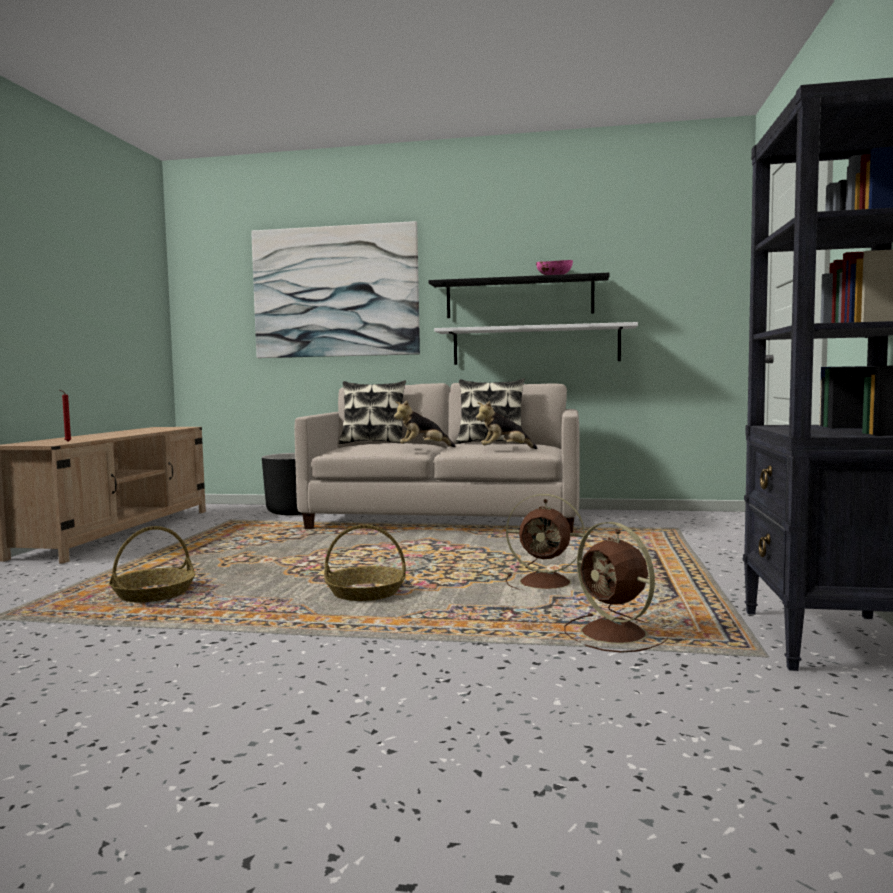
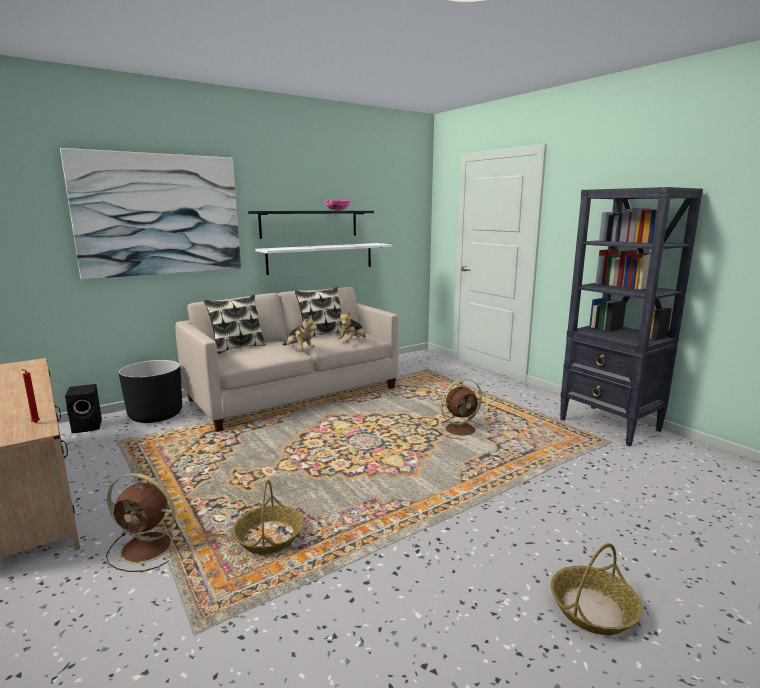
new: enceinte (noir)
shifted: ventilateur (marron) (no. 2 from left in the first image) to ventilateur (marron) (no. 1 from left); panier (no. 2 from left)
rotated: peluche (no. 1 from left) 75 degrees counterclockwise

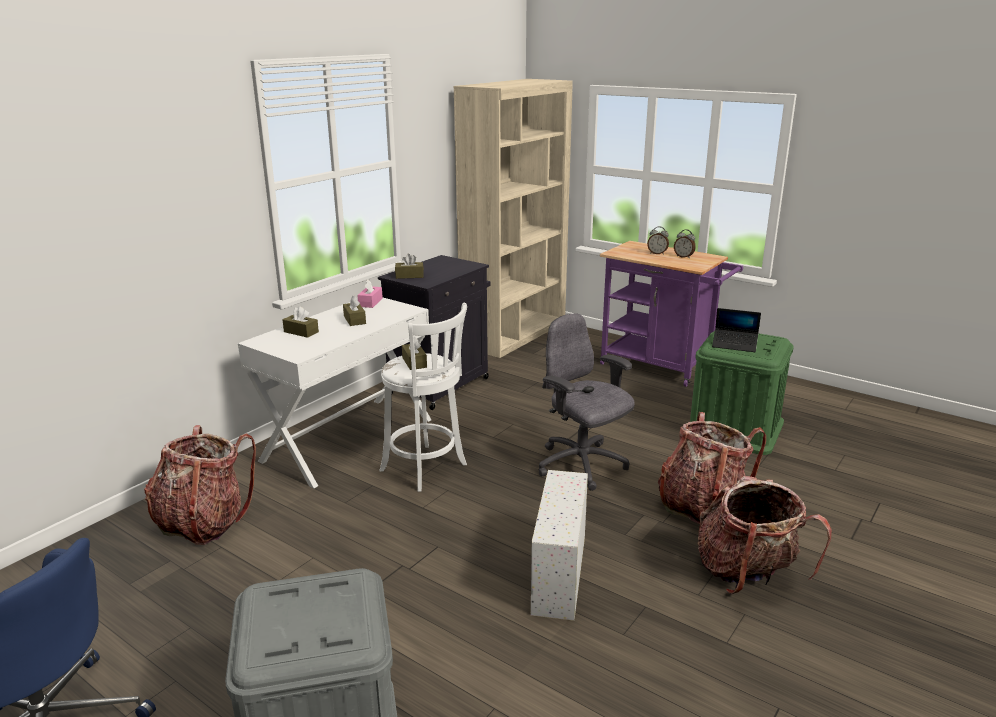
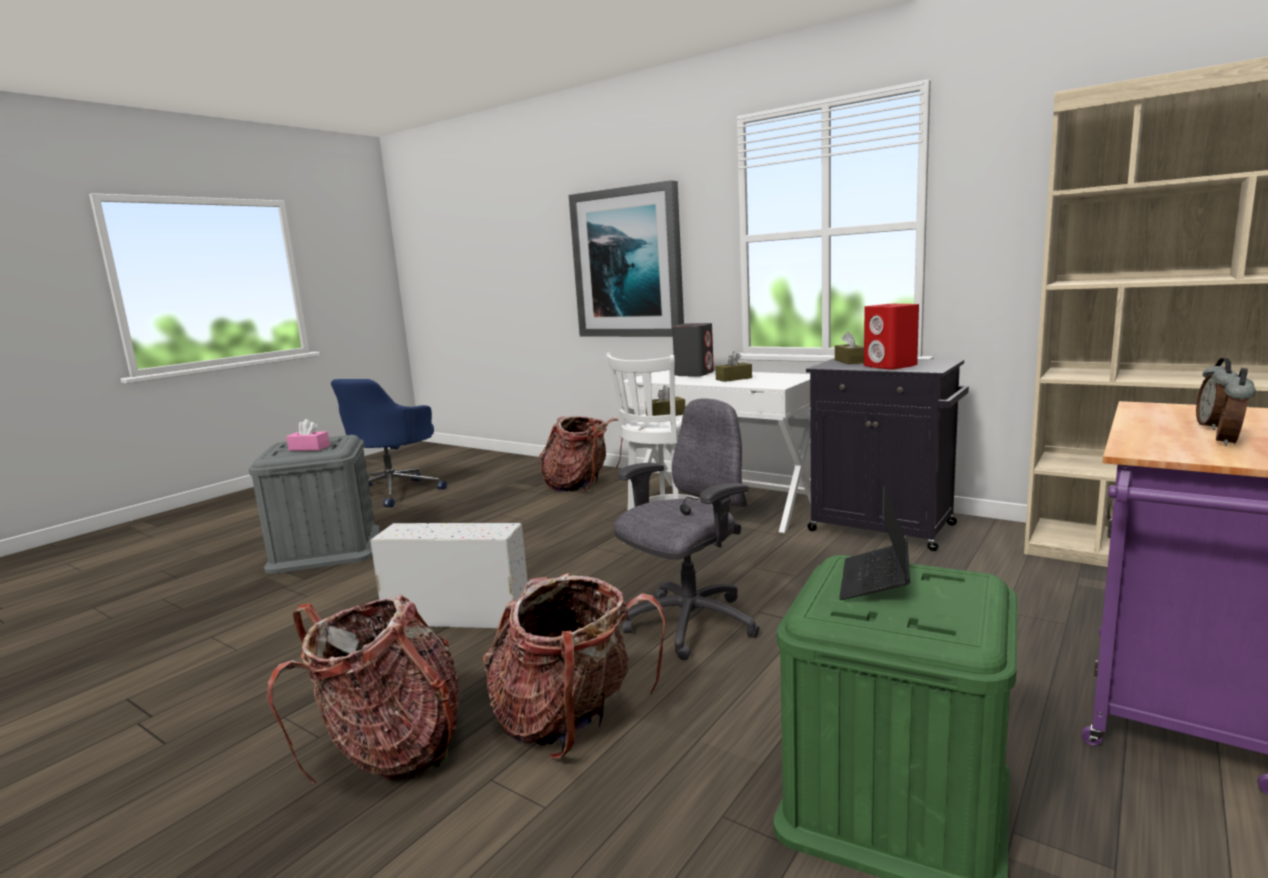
new: tableau; enceinte (rouge)
shifted: boîte à mouchoirs (rose)
swapped: boîte à mouchoirs (marron) (no. 1 from left) to enceinte (gris)

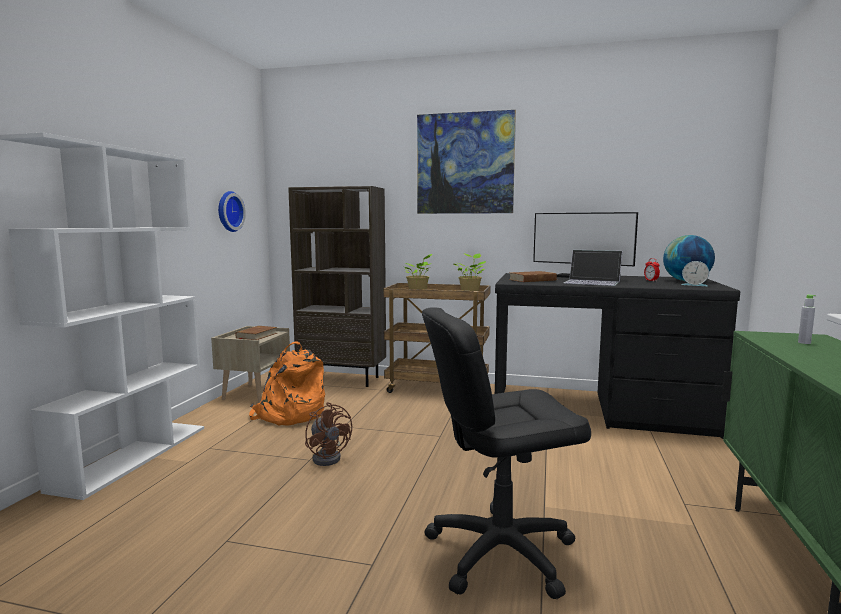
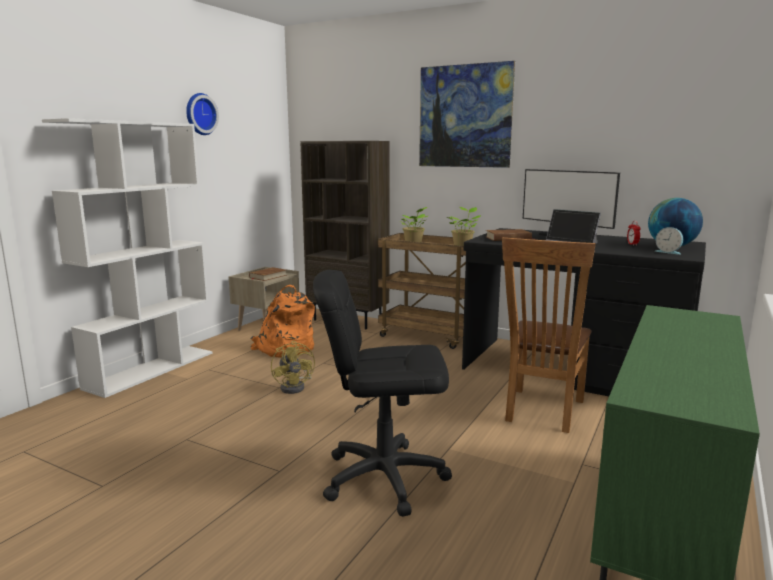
gone: bouteille (gris)
new: chaise (marron)
shifted: horloge murale
repainted: ventilateur (marron) to ventilateur (jaune)

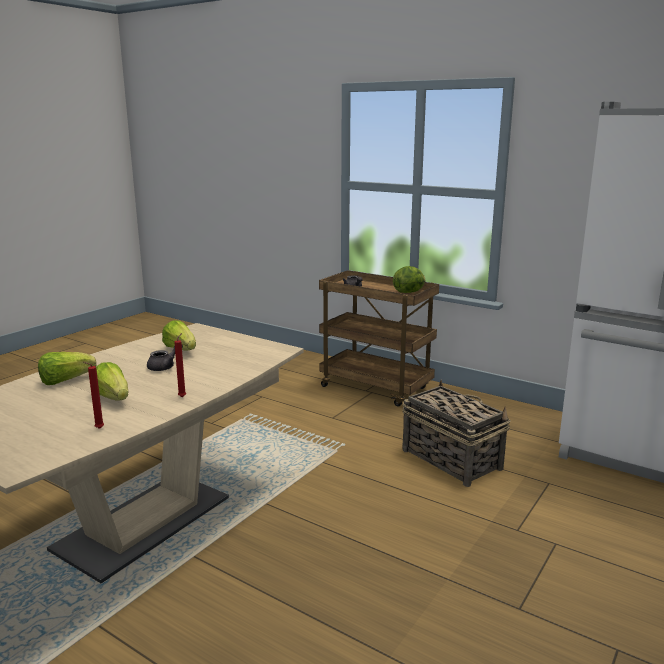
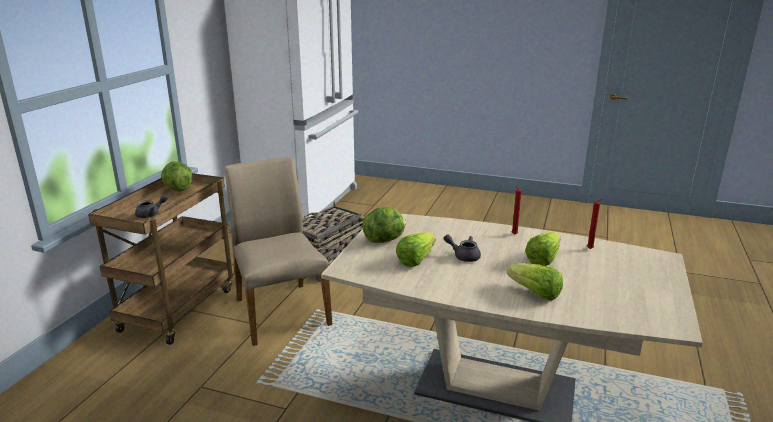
new: chaise (beige); laitue (no. 2 from left)

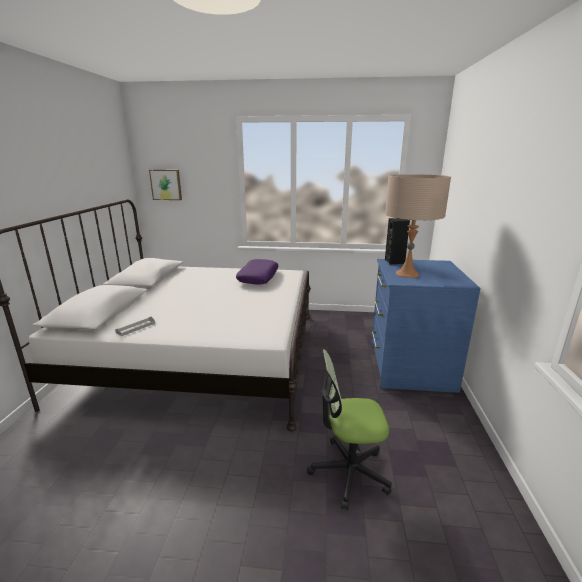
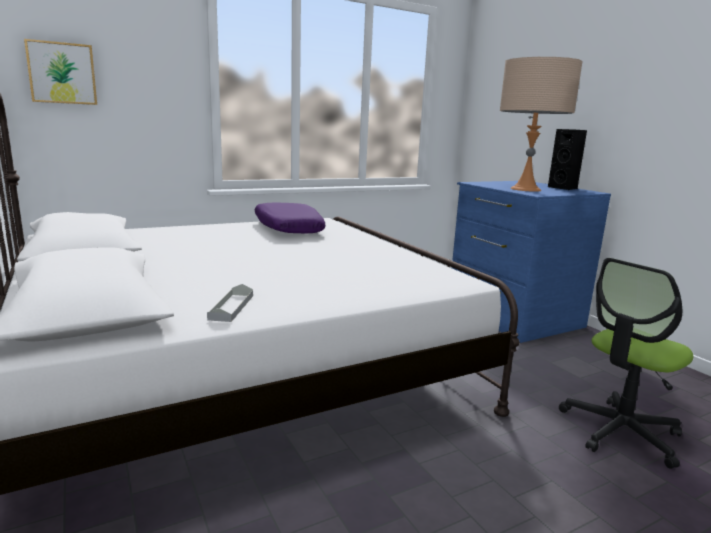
shifted: enceinte (noir)

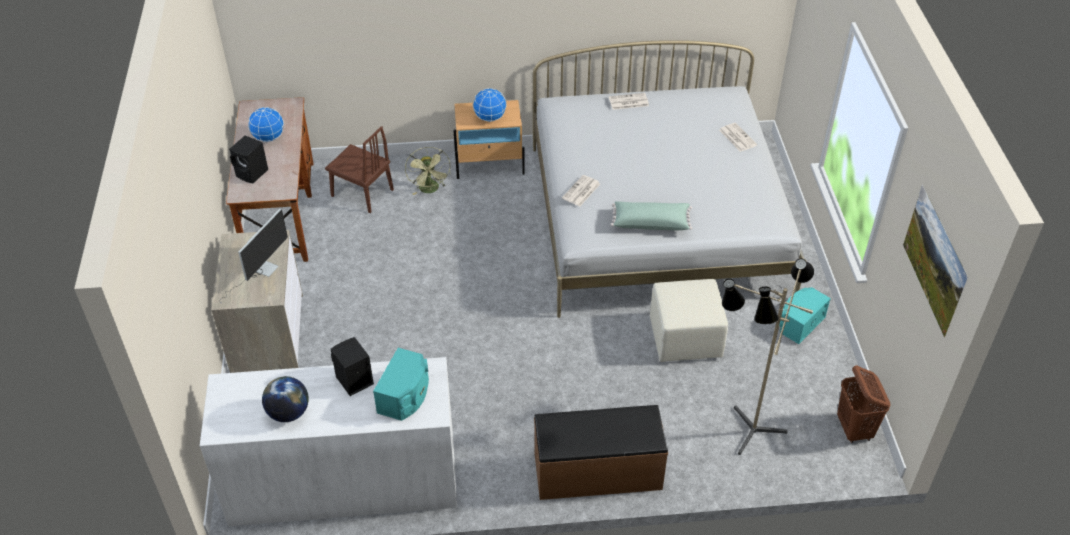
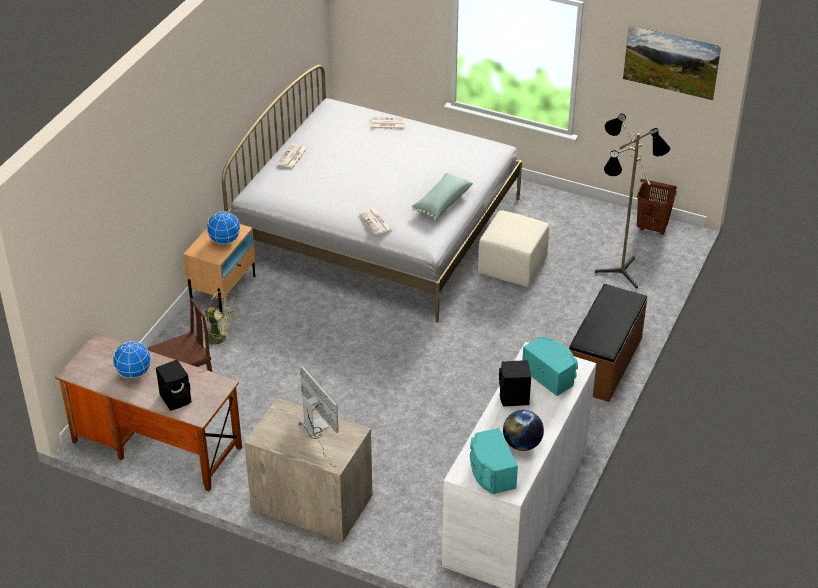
shifted: enceinte (turquoise) (no. 2 from left in the first image) to enceinte (turquoise) (no. 1 from left)

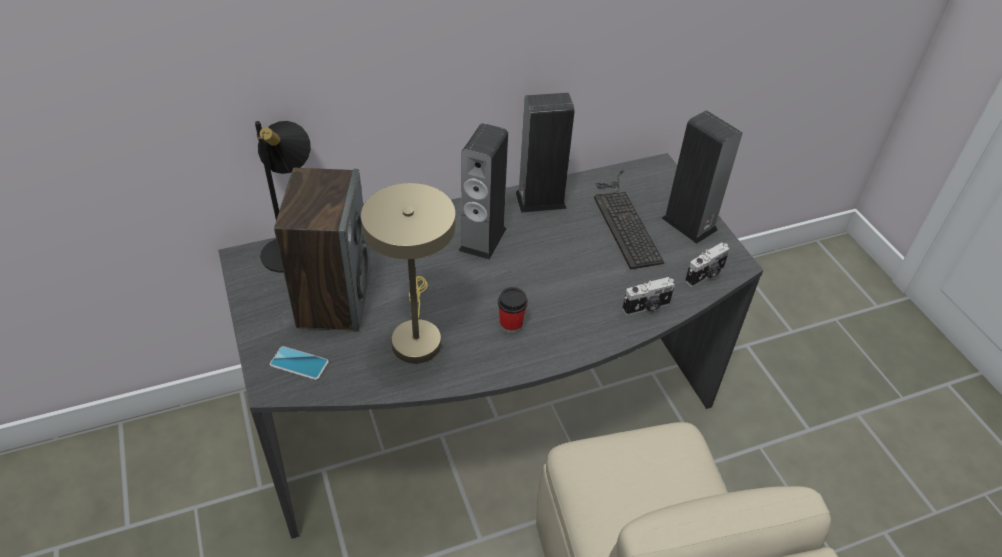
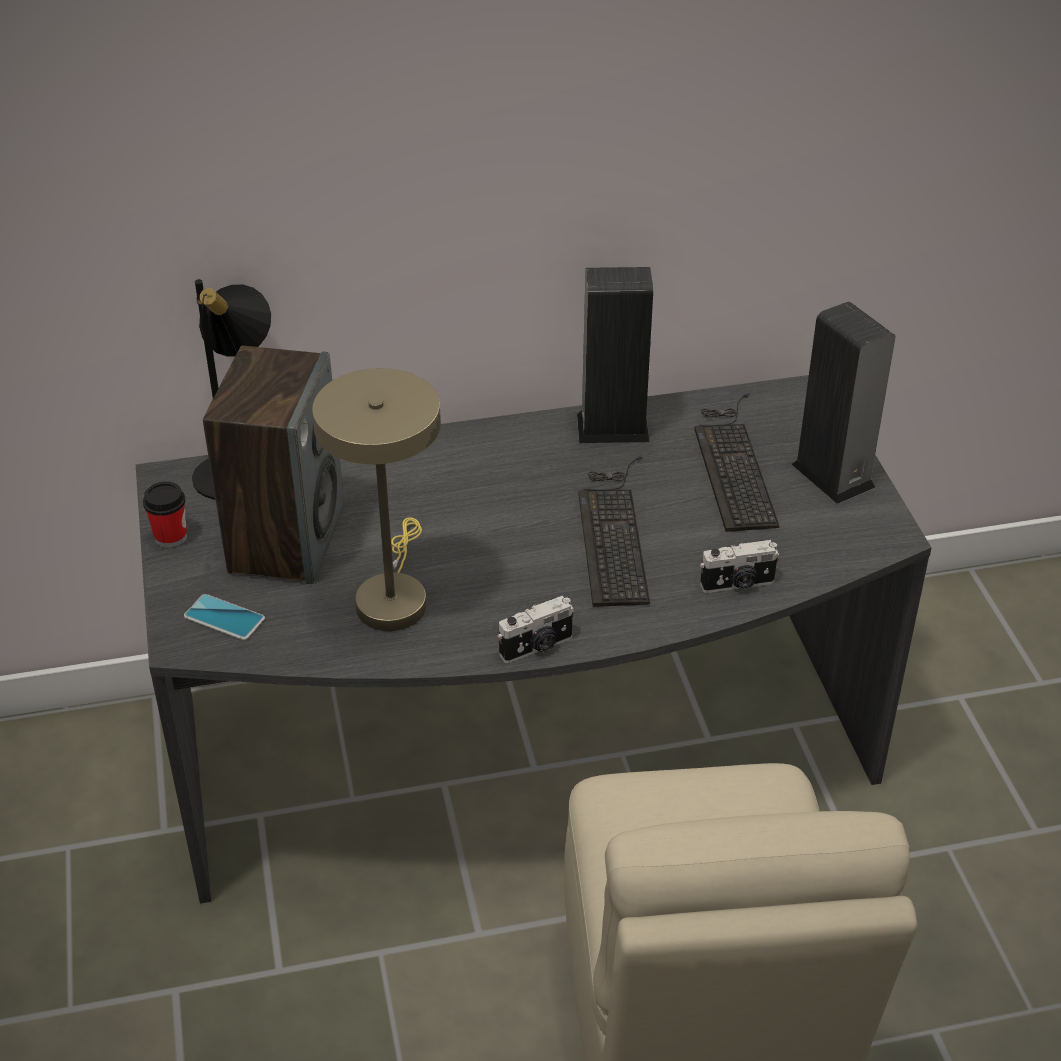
gone: enceinte (no. 2 from left)
new: clavier (no. 1 from left)
shifted: appareil photo (no. 2 from left in the first image) to appareil photo (no. 1 from left); tasse

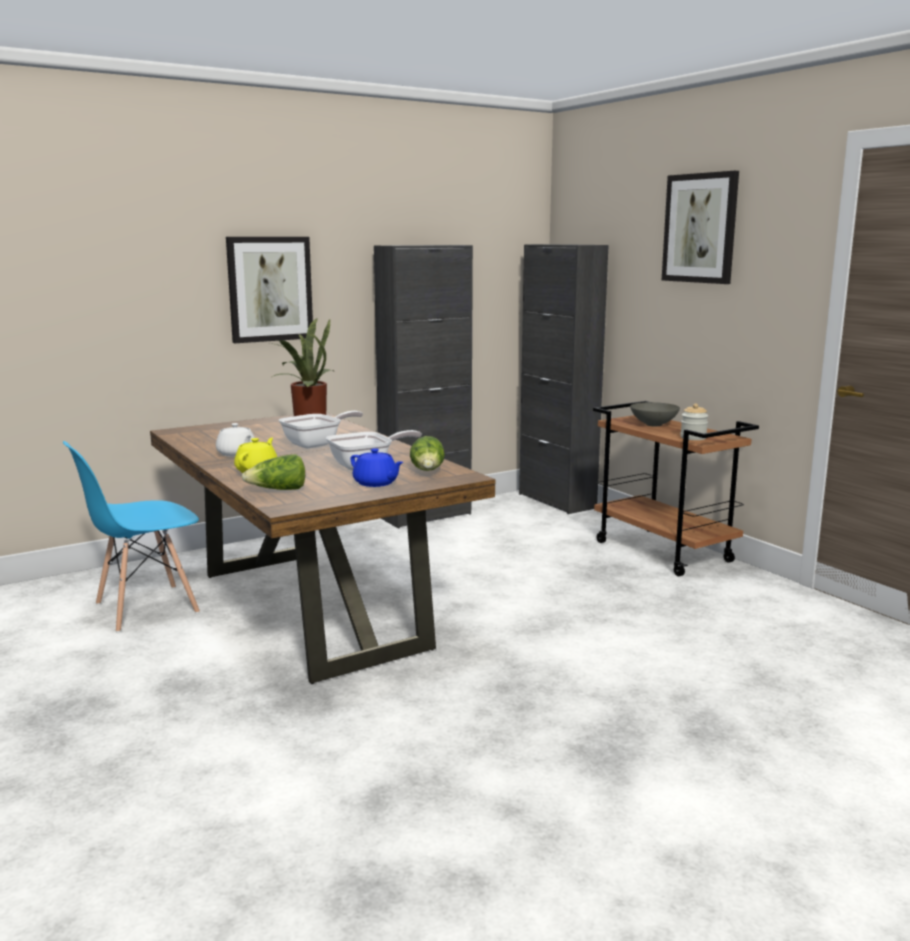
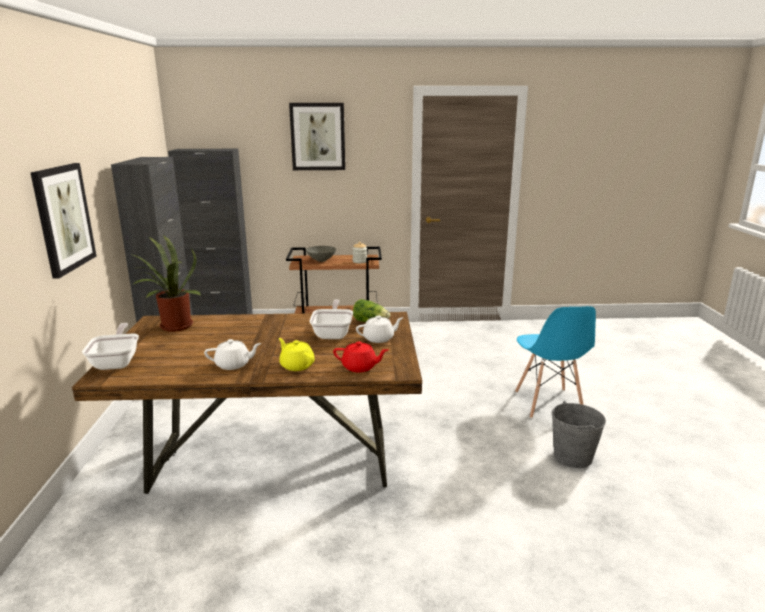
new: seau (gris)
shifted: poêle (no. 1 from left); chaise (bleu)
swapped: laitue (no. 1 from left) to théière (rouge)
repainted: théière (bleu) to théière (blanc) (no. 2 from left)

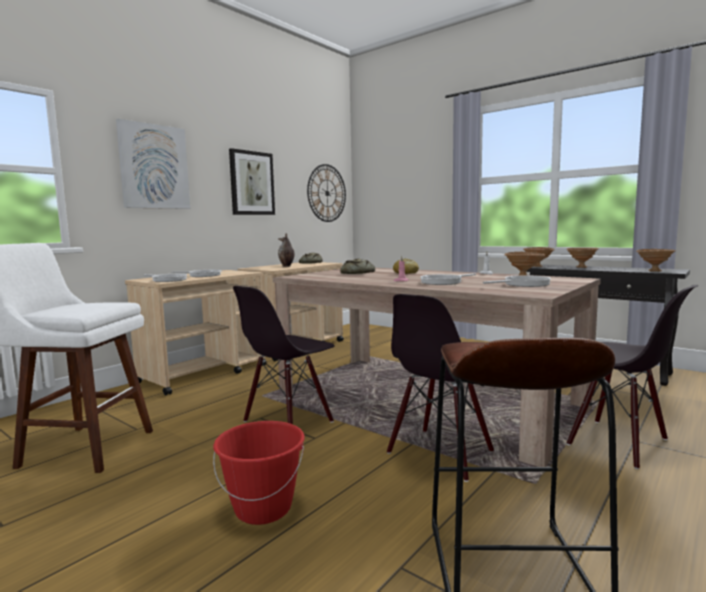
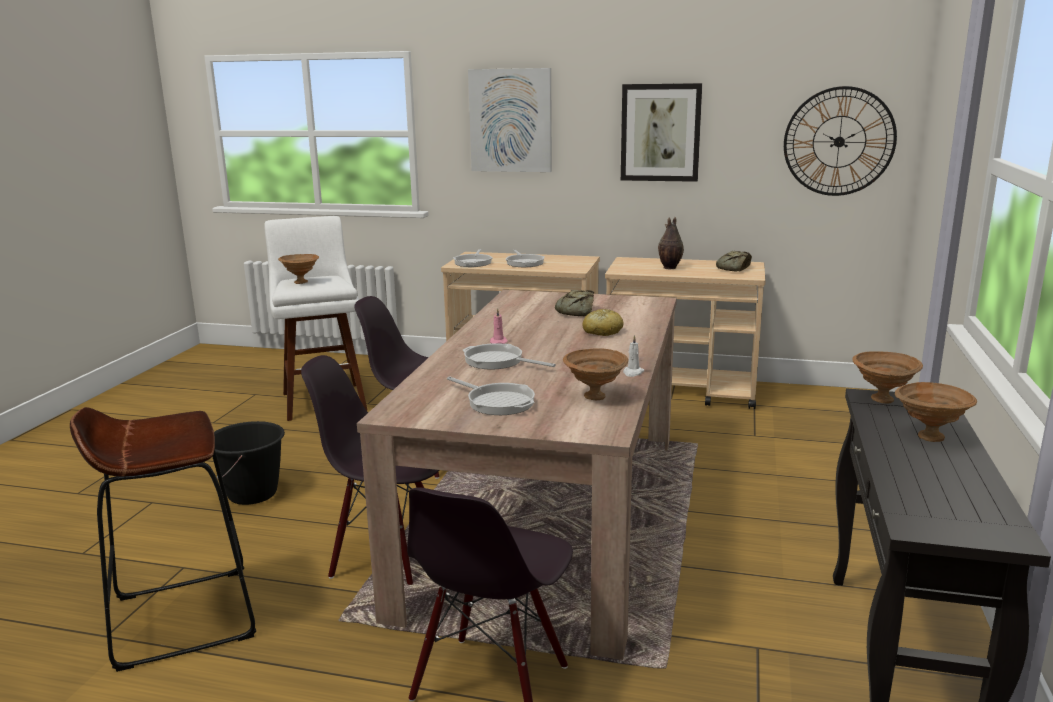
shifted: bol (marron) (no. 4 from left in the first image) to bol (marron) (no. 1 from left)
repainted: seau (rouge) to seau (noir)

